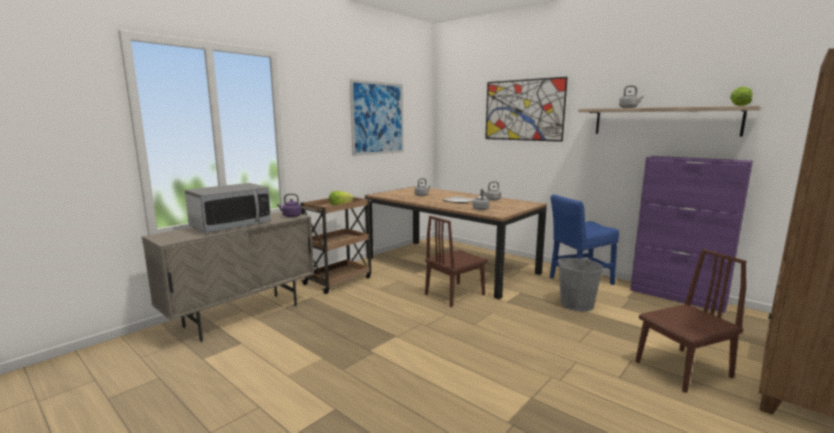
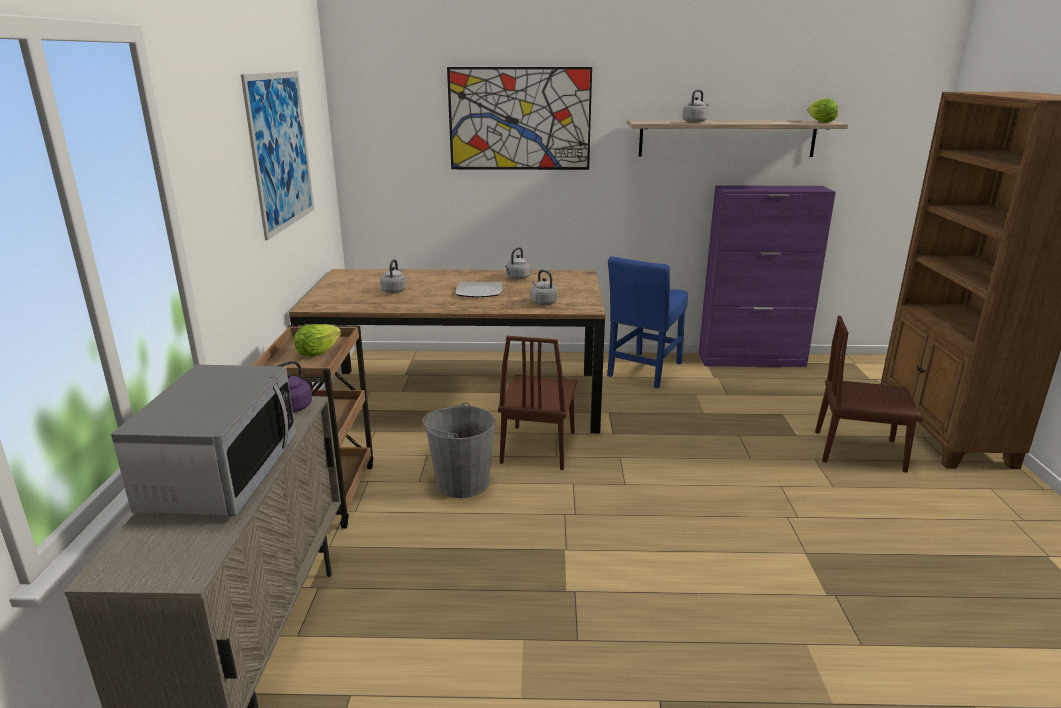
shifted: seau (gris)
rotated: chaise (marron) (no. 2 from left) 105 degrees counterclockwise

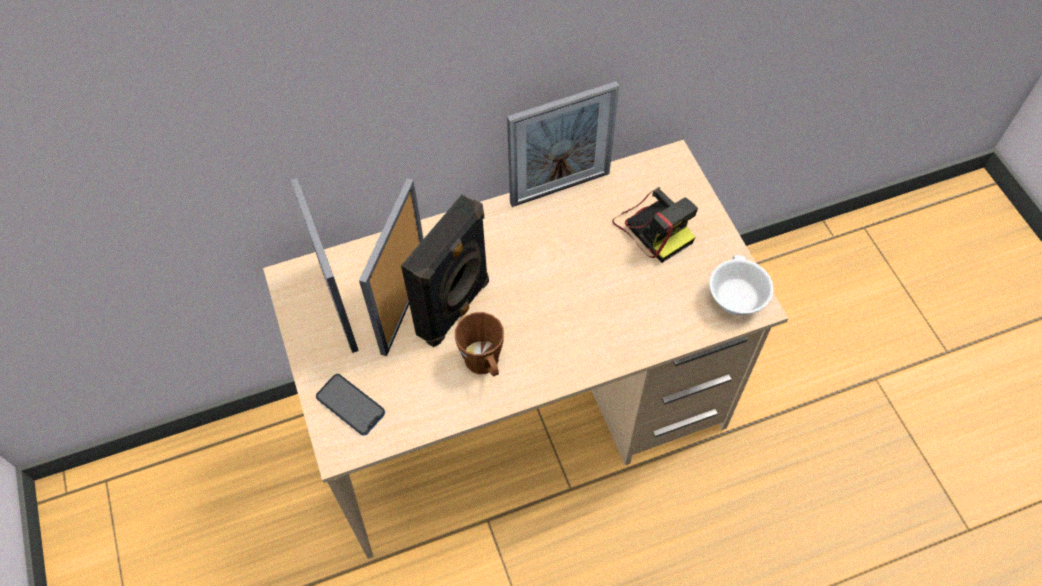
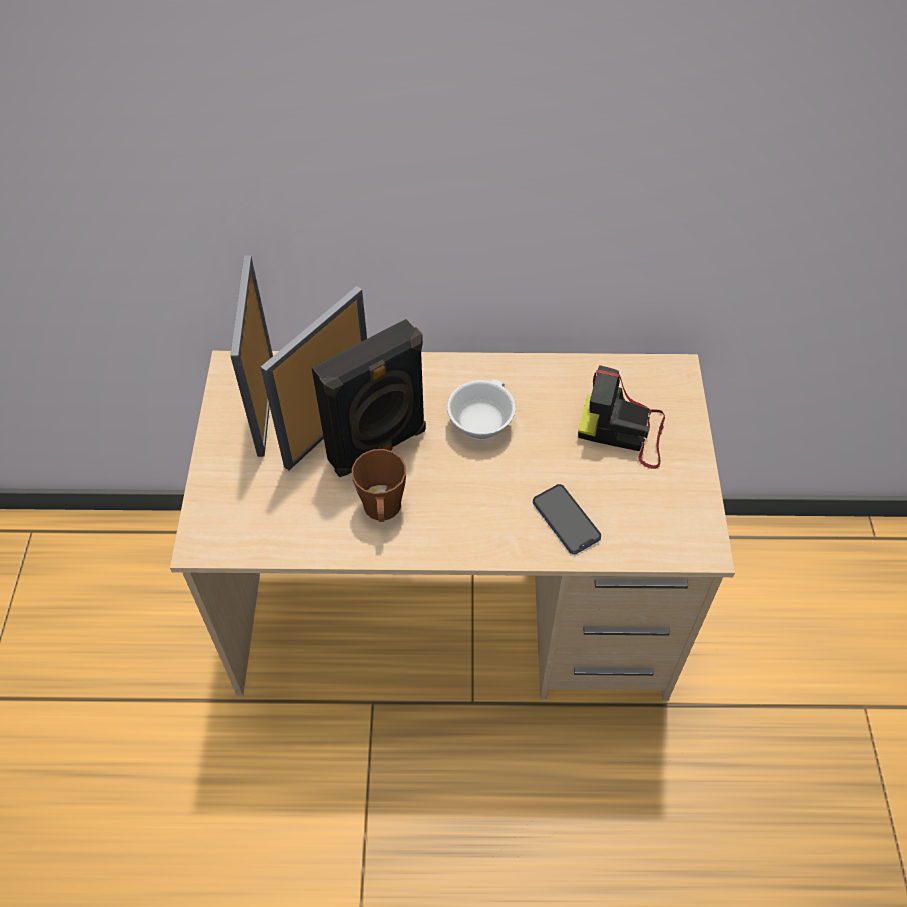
gone: cadre photo (no. 3 from left)
shifted: tasse (blanc); téléphone
rotated: appareil photo 120 degrees clockwise

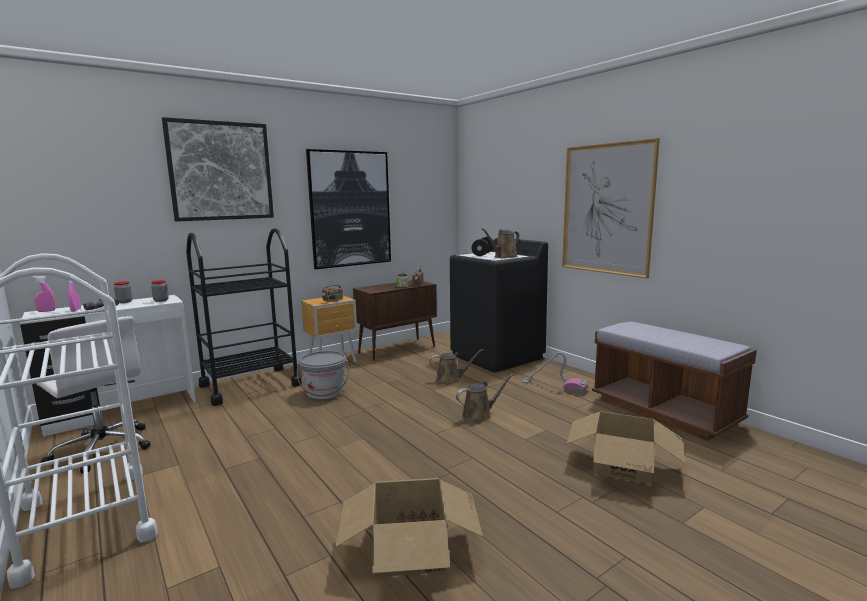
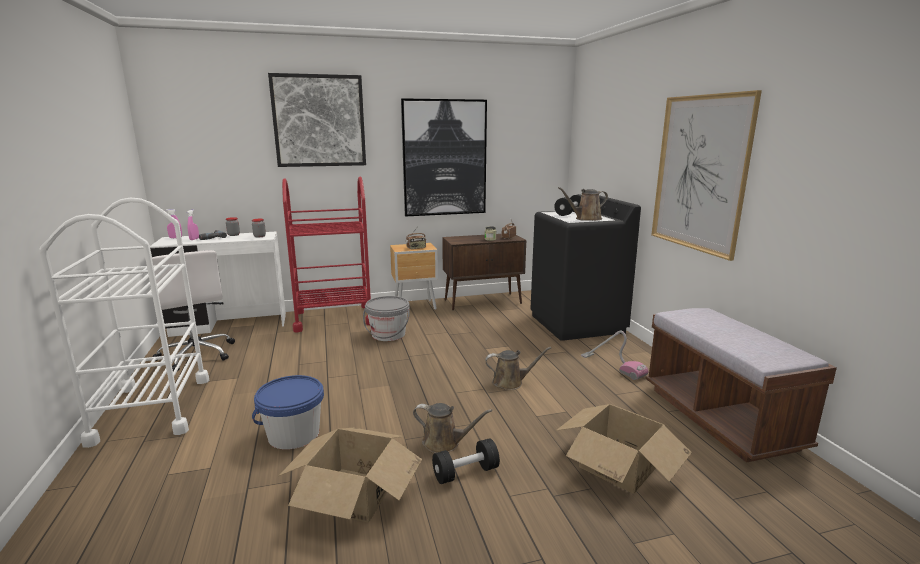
new: seau (bleu); haltère (noir) (no. 1 from left)
shifted: arrosoir (marron) (no. 1 from left)
repainted: chariot (noir) to chariot (rouge)

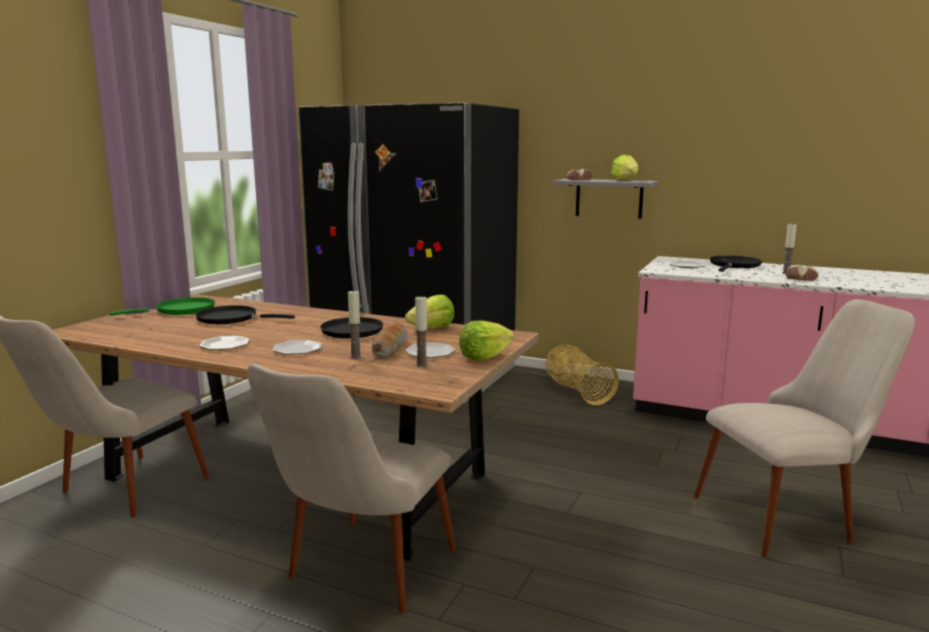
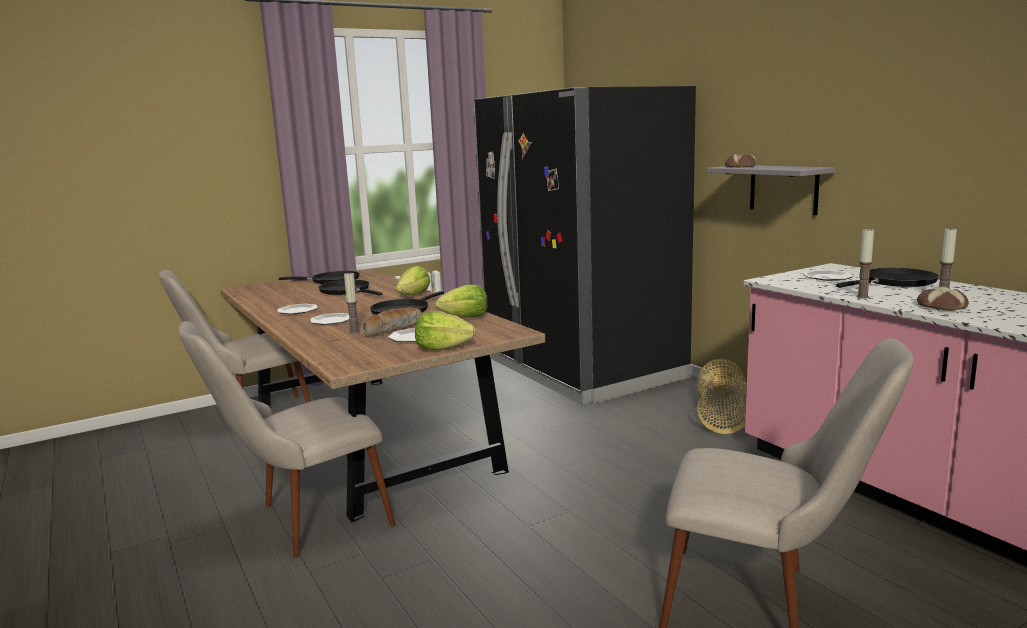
shifted: laitue (no. 3 from left in the first image) to laitue (no. 1 from left); bougie (no. 2 from left)
repainted: poêle (vert) to poêle (noir) (no. 1 from left)

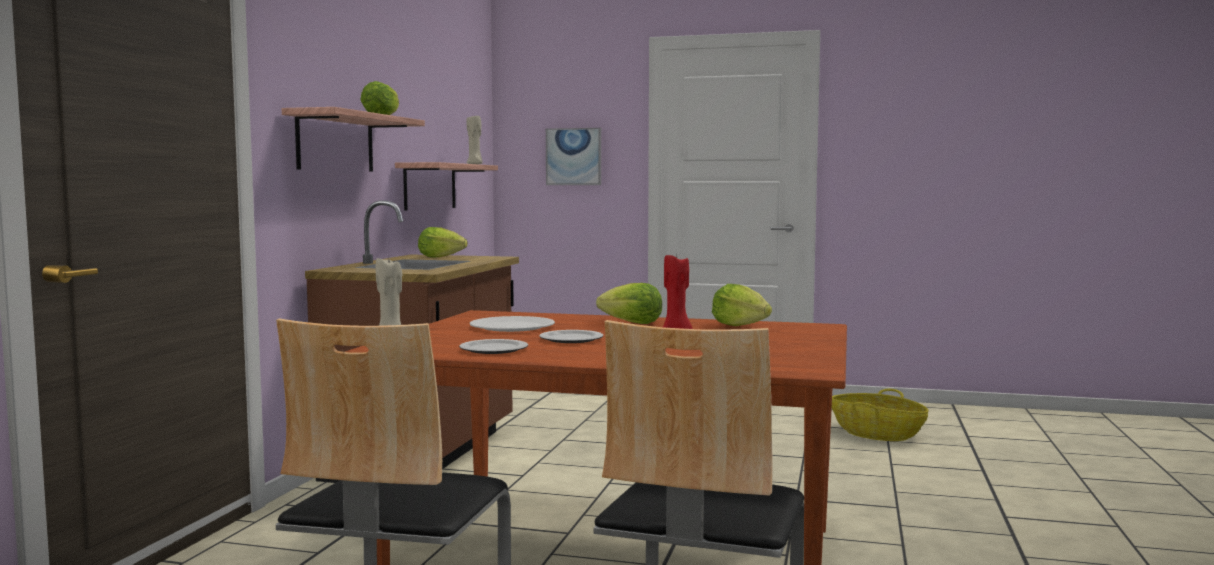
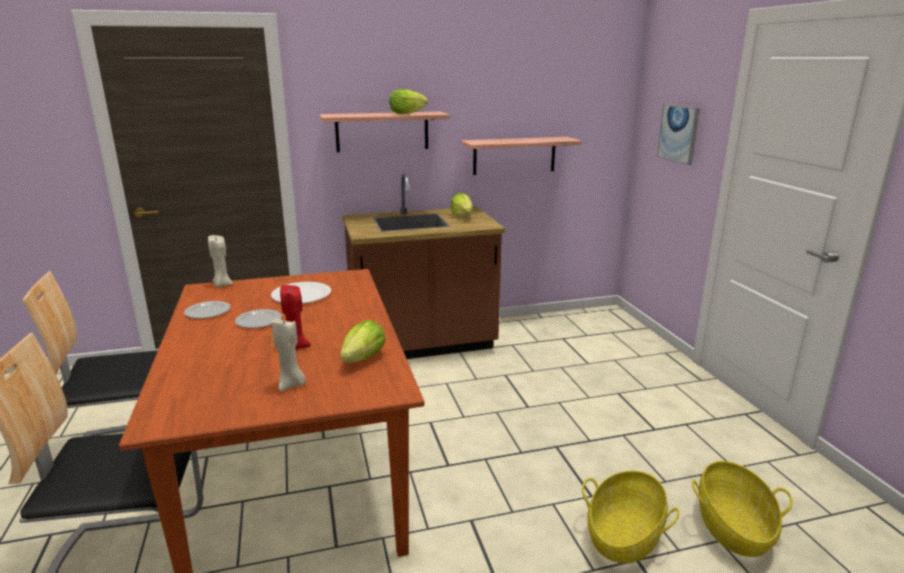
gone: laitue (no. 3 from left)
new: panier (no. 1 from left)
shifted: bougie (beige) (no. 2 from left)

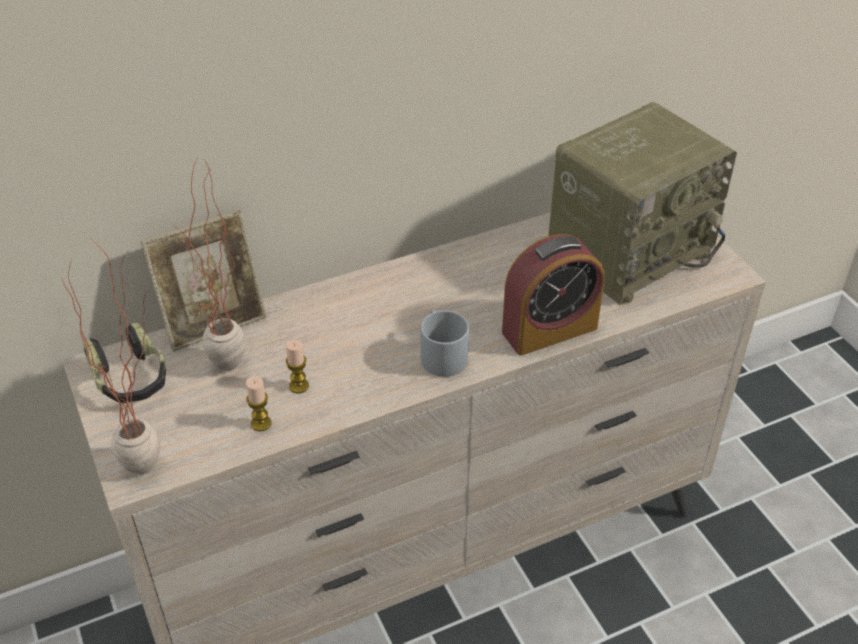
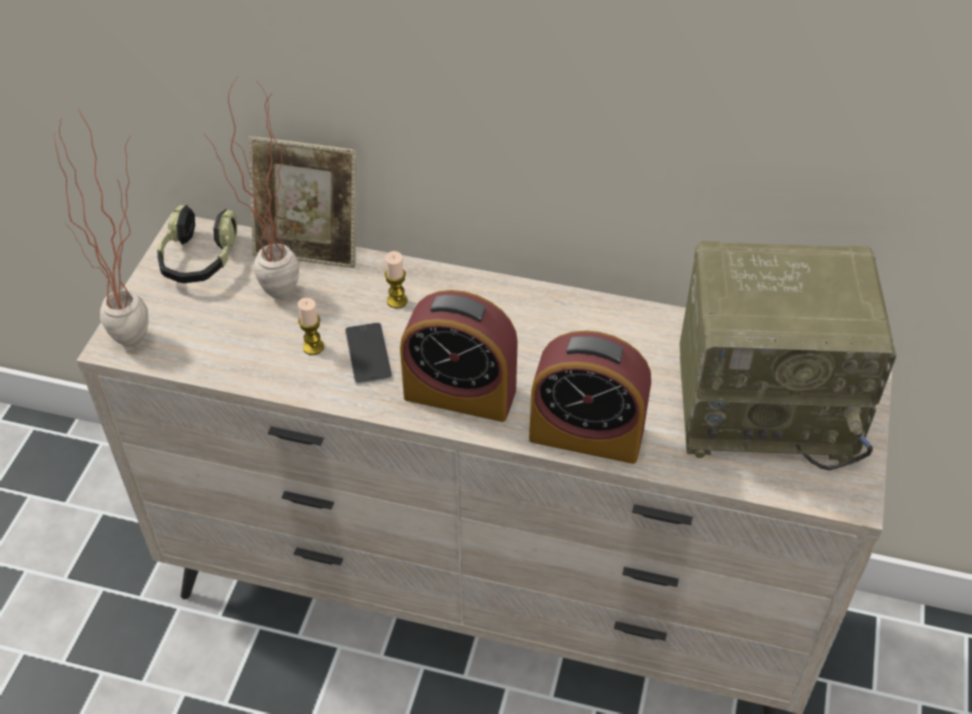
new: téléphone
shifted: bougie (no. 1 from left in the first image) to bougie (no. 2 from left)
swapped: mug (gris) to réveil (no. 1 from left)

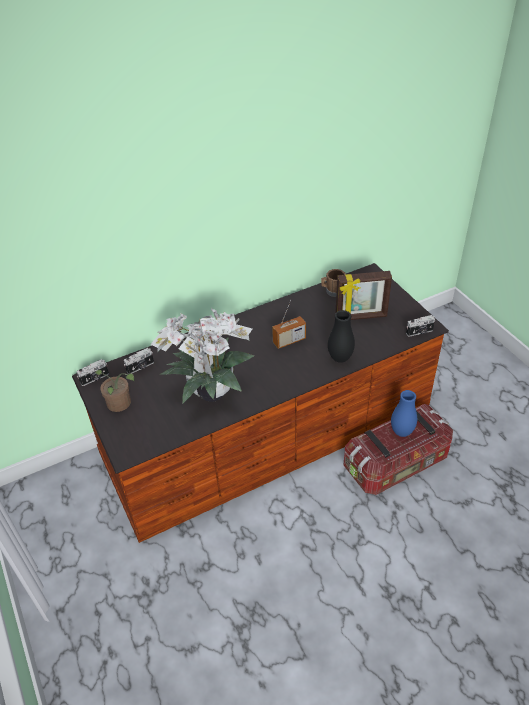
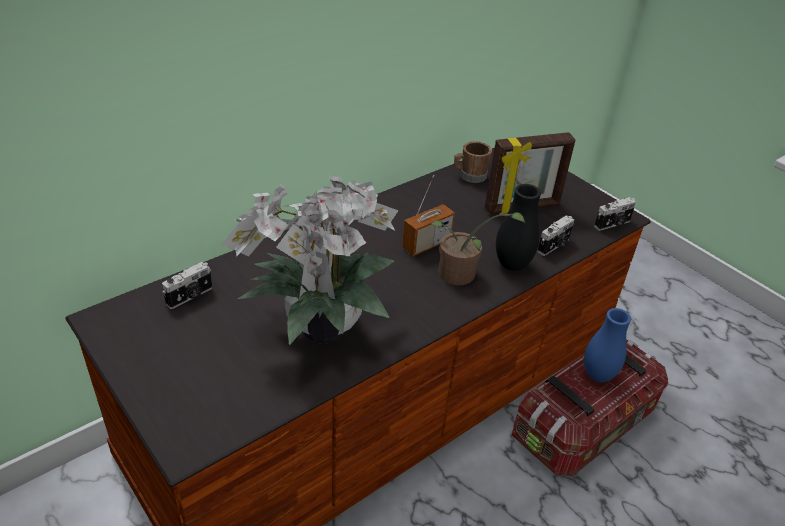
shifted: appareil photo (no. 1 from left in the first image) to appareil photo (no. 2 from left); plante en pot (no. 1 from left in the first image) to plante en pot (no. 2 from left)

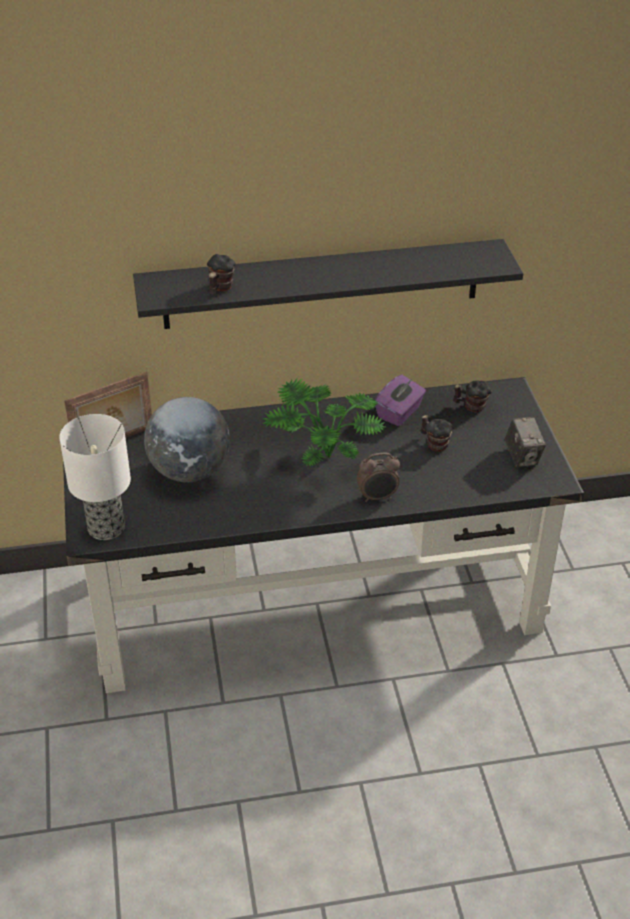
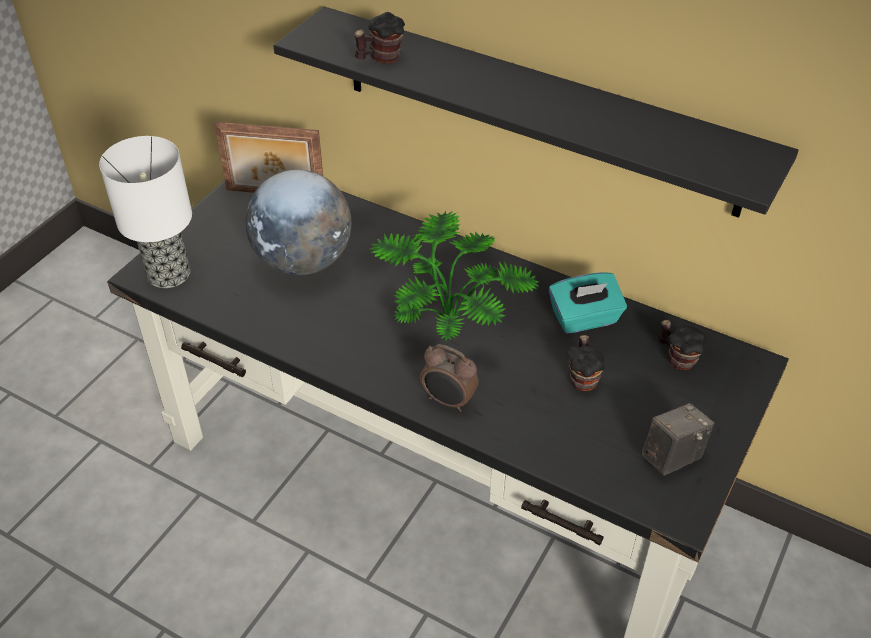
repainted: boîte à mouchoirs (violet) to boîte à mouchoirs (turquoise)
rotated: appareil photo 150 degrees counterclockwise

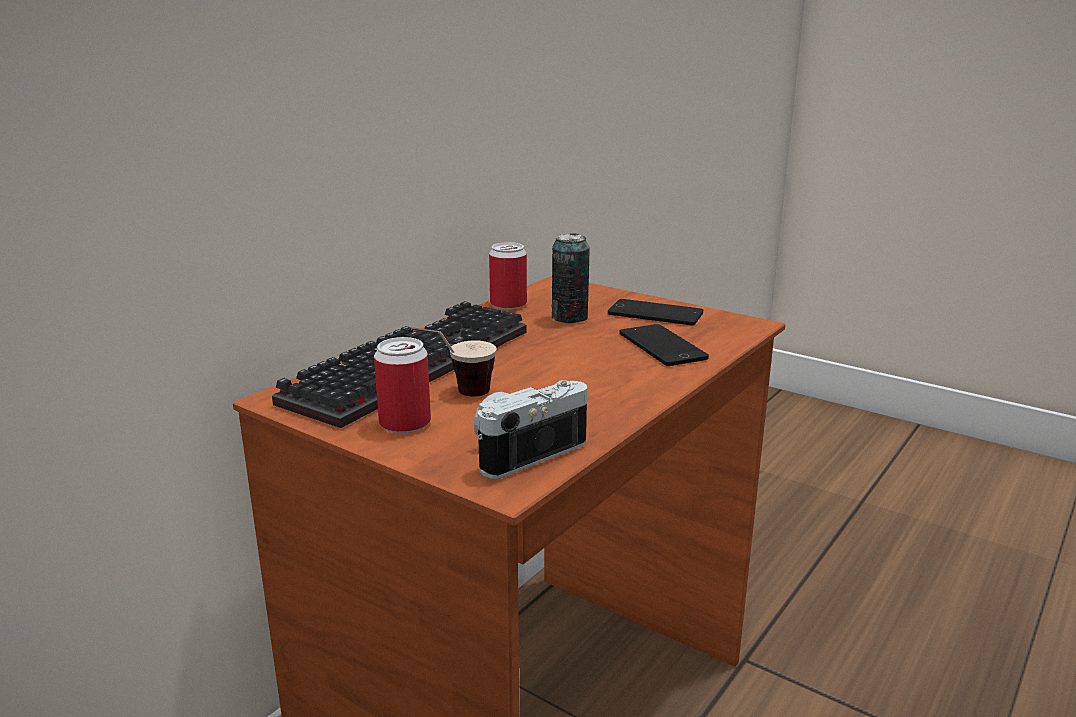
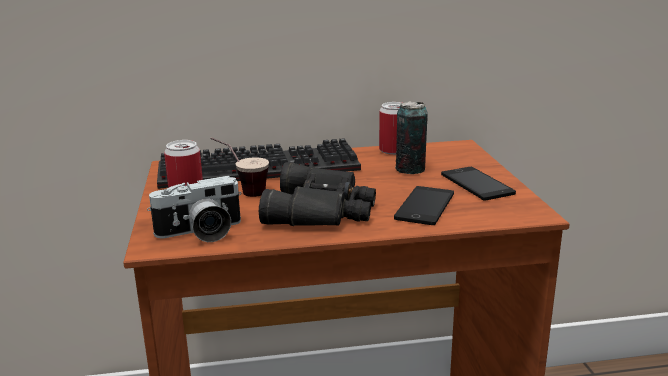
new: jumelles (noir)
rotated: appareil photo 150 degrees clockwise

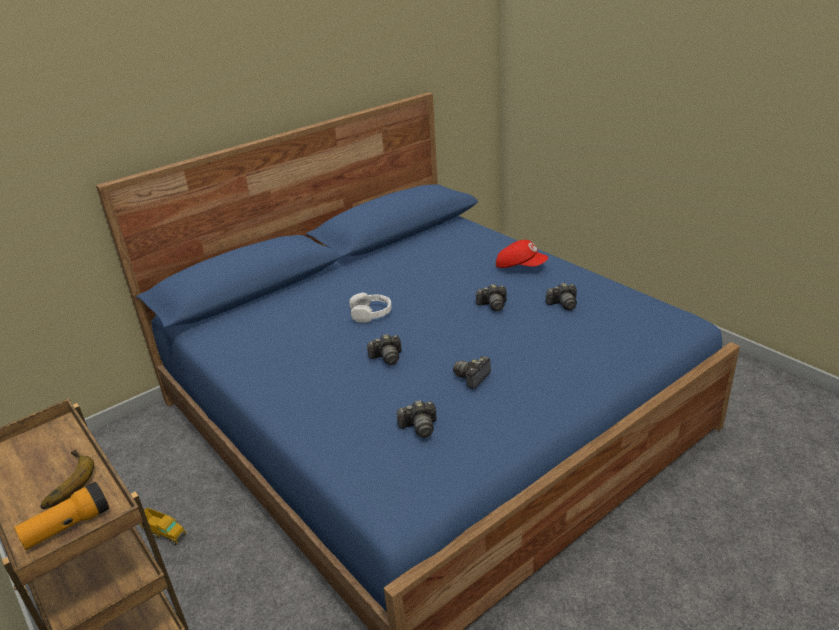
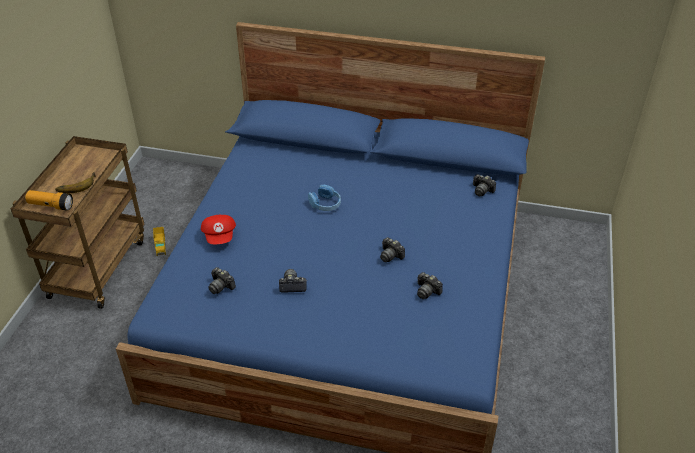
shifted: casquette (rouge); appareil photo (no. 1 from left in the first image) to appareil photo (no. 5 from left)
repainted: casque audio (blanc) to casque audio (bleu)

